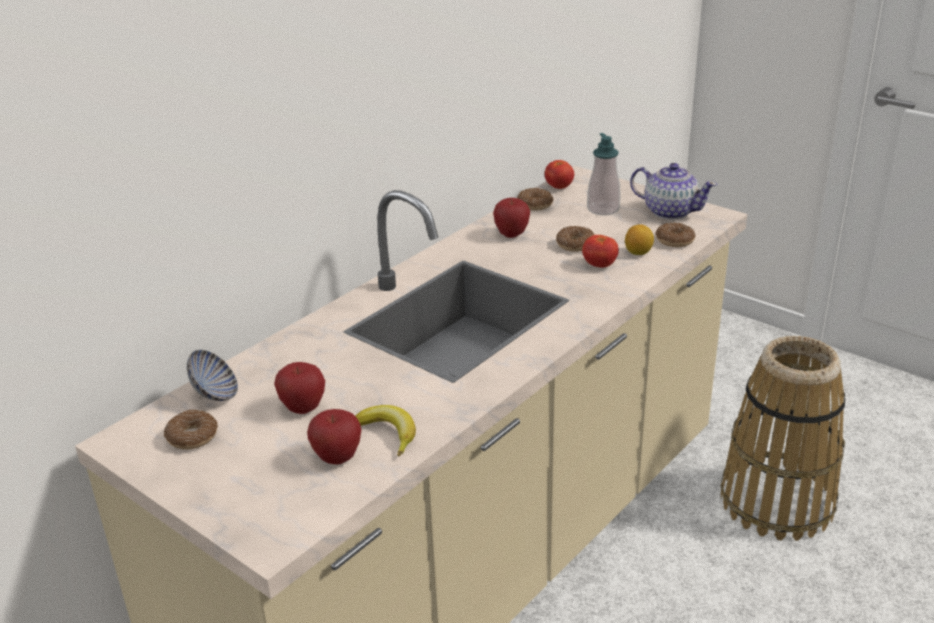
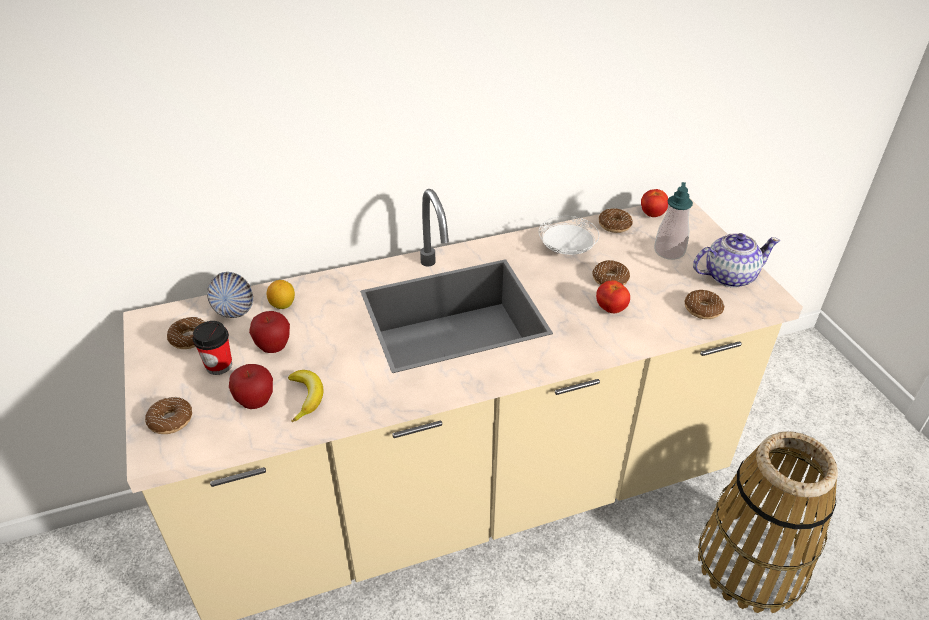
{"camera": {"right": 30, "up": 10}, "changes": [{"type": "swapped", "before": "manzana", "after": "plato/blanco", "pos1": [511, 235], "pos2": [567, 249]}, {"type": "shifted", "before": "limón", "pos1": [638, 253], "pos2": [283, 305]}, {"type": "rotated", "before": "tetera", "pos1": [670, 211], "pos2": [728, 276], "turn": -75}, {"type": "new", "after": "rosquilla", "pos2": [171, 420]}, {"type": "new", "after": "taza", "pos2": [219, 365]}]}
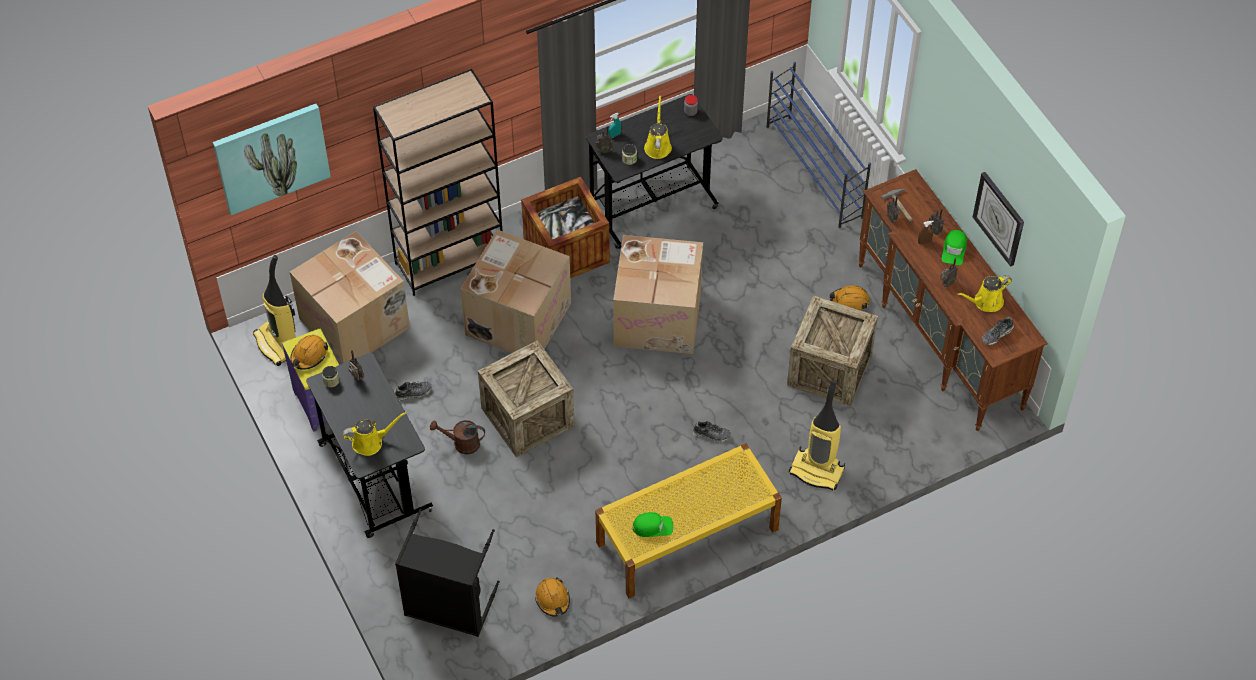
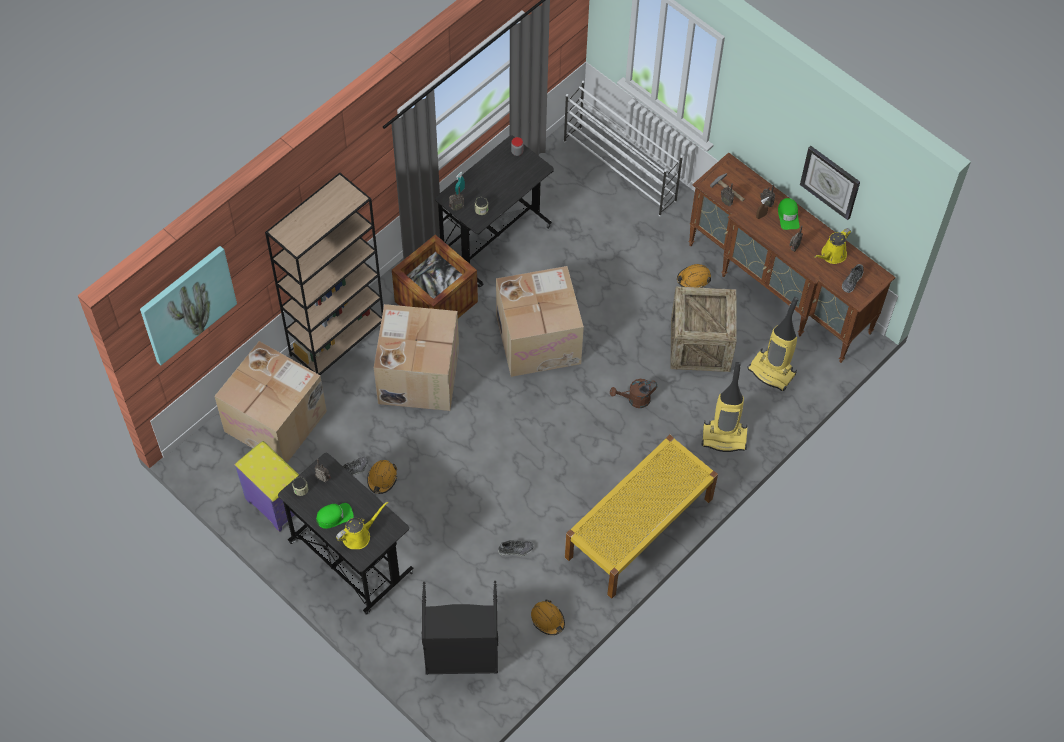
{"camera": {"right": -20, "up": 5}, "changes": [{"type": "shifted", "before": "aspiradora", "pos1": [278, 344], "pos2": [772, 371]}, {"type": "shifted", "before": "casco/naranja", "pos1": [309, 355], "pos2": [382, 478]}, {"type": "shifted", "before": "regadera/marrón", "pos1": [461, 444], "pos2": [634, 400]}, {"type": "gone", "before": "caja de embalaje", "pos1": [527, 417]}, {"type": "shifted", "before": "gorra/verde", "pos1": [653, 527], "pos2": [334, 516]}, {"type": "gone", "before": "regadera/amarillo", "pos1": [658, 145]}, {"type": "shifted", "before": "zapato", "pos1": [711, 434], "pos2": [515, 549]}, {"type": "repainted", "before": "zapatero/azul", "after": "zapatero/blanco", "pos1": [814, 172], "pos2": [619, 171]}]}
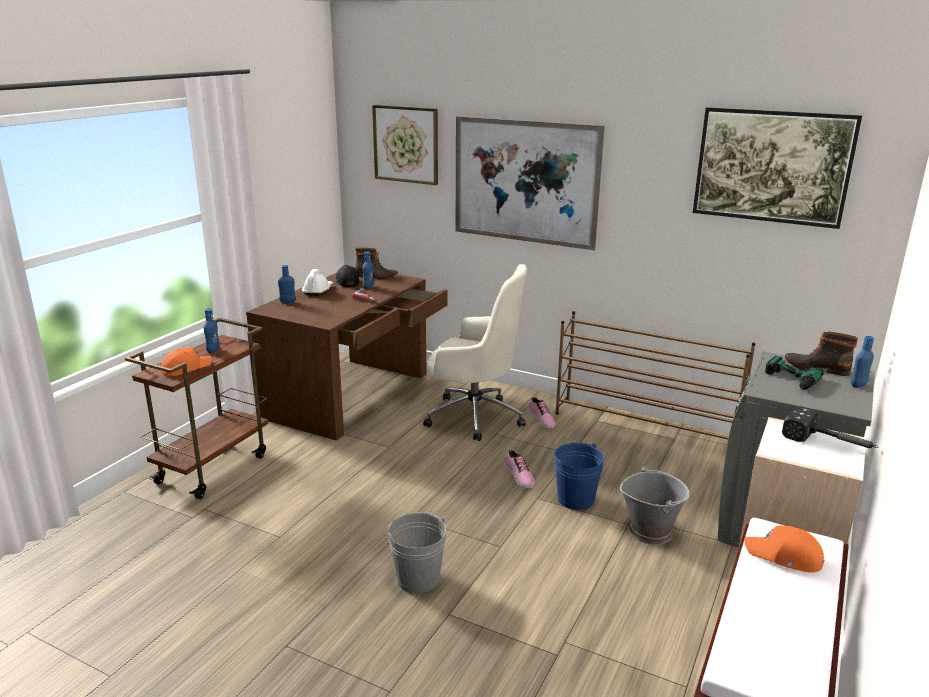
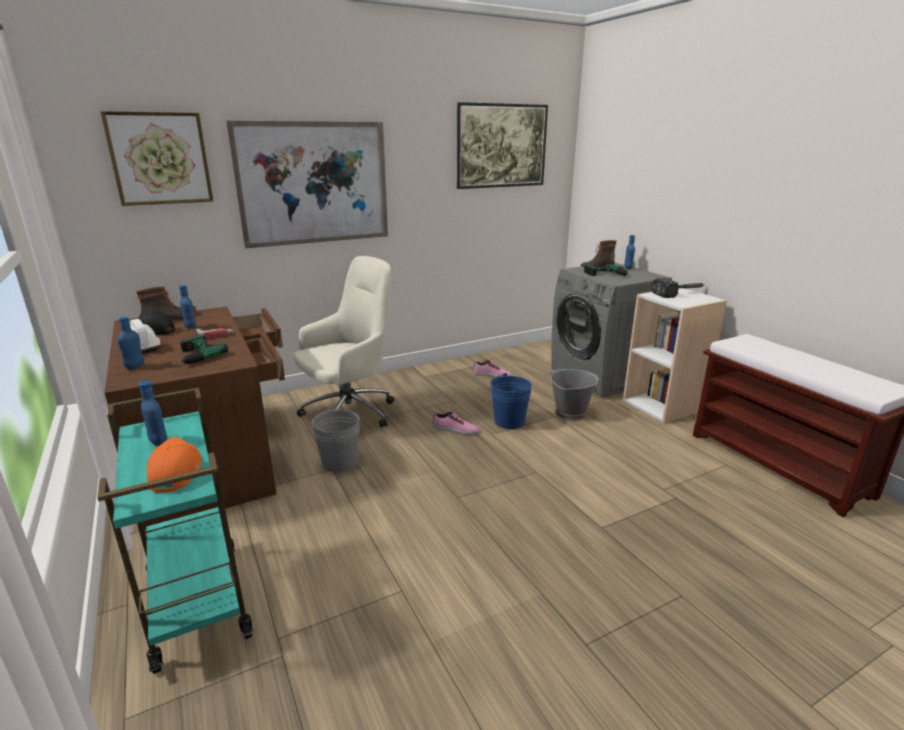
{"camera": {"right": -55, "up": 0}, "changes": [{"type": "repainted", "before": "carrito/marrón", "after": "carrito/turquesa", "pos1": [215, 467], "pos2": [198, 601]}, {"type": "shifted", "before": "cubo/gris", "pos1": [418, 578], "pos2": [339, 462]}, {"type": "shifted", "before": "zapato", "pos1": [541, 419], "pos2": [492, 375]}, {"type": "gone", "before": "zapatero/marrón", "pos1": [645, 427]}, {"type": "gone", "before": "gorra/naranja", "pos1": [784, 556]}, {"type": "new", "after": "taladro", "pos2": [191, 357]}]}
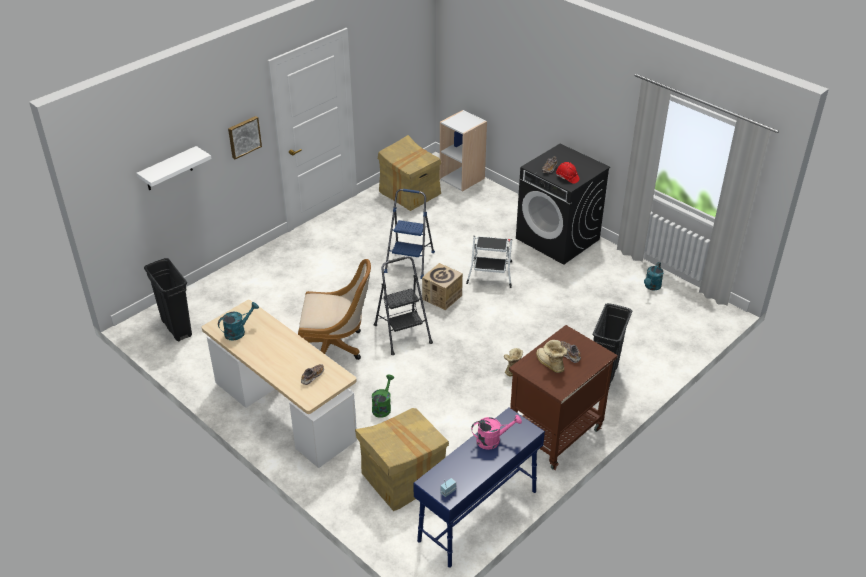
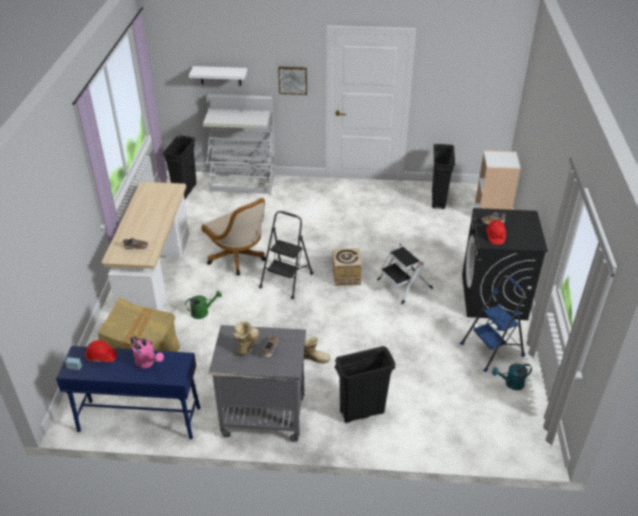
{"camera": {"right": 50, "up": 0}, "changes": [{"type": "gone", "before": "regadera/turquesa", "pos1": [238, 331]}, {"type": "swapped", "before": "caja de cartón", "after": "papelera/negro", "pos1": [409, 193], "pos2": [438, 200]}, {"type": "shifted", "before": "escalera de tijera/azul", "pos1": [410, 260], "pos2": [494, 348]}, {"type": "repainted", "before": "carrito/marrón", "after": "carrito/gris", "pos1": [554, 435], "pos2": [263, 417]}, {"type": "new", "after": "casco/rojo", "pos2": [101, 357]}, {"type": "new", "after": "zapatero/blanco", "pos2": [242, 186]}]}
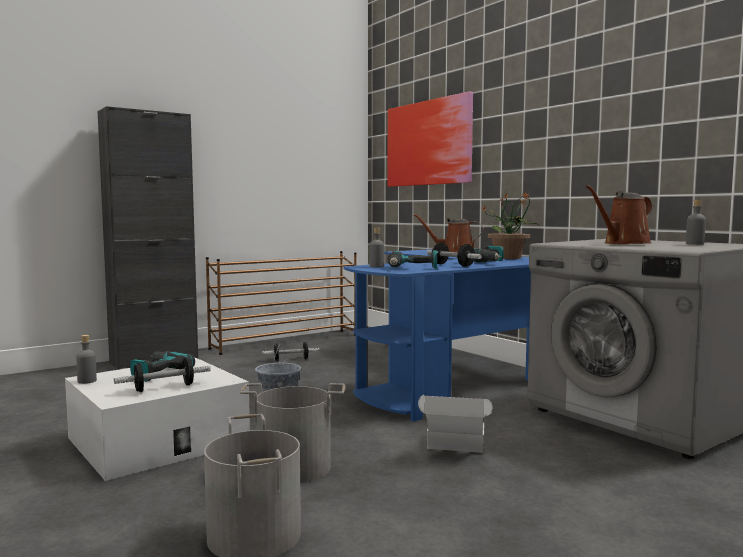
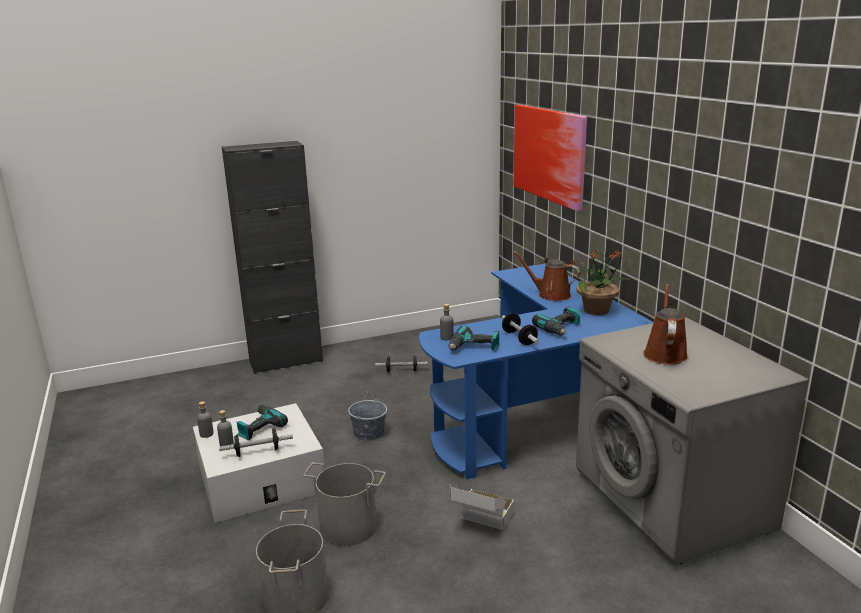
{"camera": {"right": 15, "up": 15}, "changes": [{"type": "gone", "before": "zapatero/marrón", "pos1": [287, 341]}, {"type": "rotated", "before": "regadera/marrón", "pos1": [623, 243], "pos2": [665, 353], "turn": 120}, {"type": "shifted", "before": "botella/gris", "pos1": [694, 244], "pos2": [226, 443]}]}
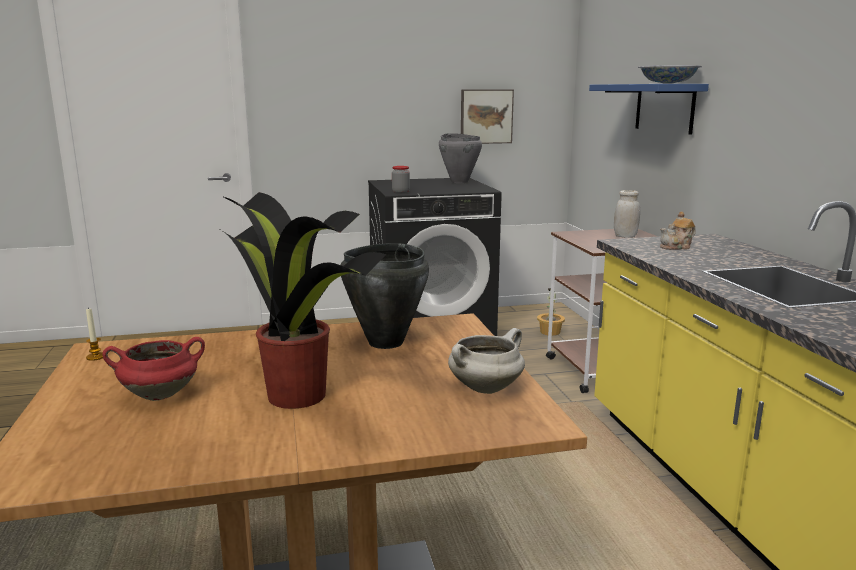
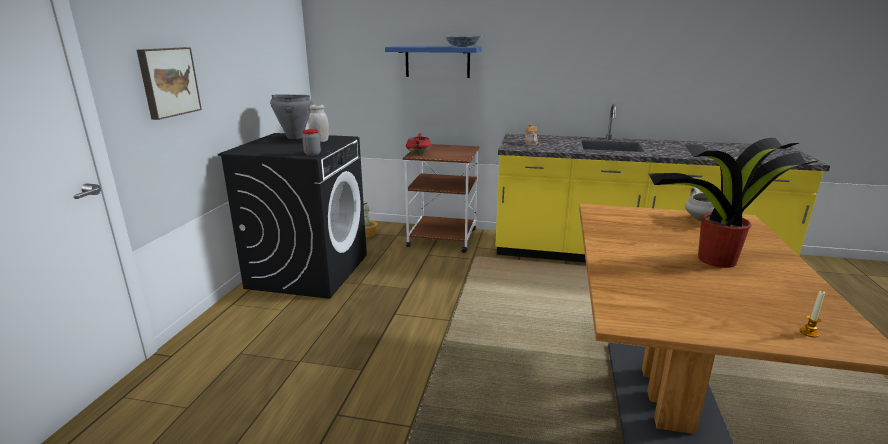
{"camera": {"right": -65, "up": 5}, "changes": [{"type": "shifted", "before": "vela", "pos1": [96, 357], "pos2": [809, 332]}, {"type": "shifted", "before": "olla/rojo", "pos1": [161, 394], "pos2": [418, 154]}, {"type": "gone", "before": "olla/negro", "pos1": [385, 342]}, {"type": "shifted", "before": "cuadro", "pos1": [486, 116], "pos2": [168, 82]}, {"type": "shifted", "before": "tarro/blanco", "pos1": [625, 236], "pos2": [320, 141]}]}
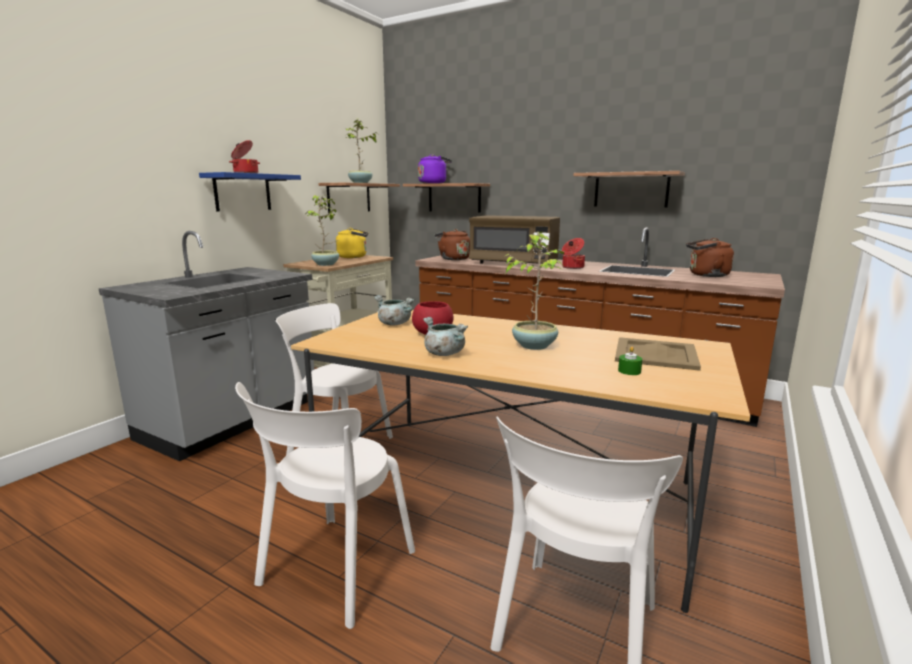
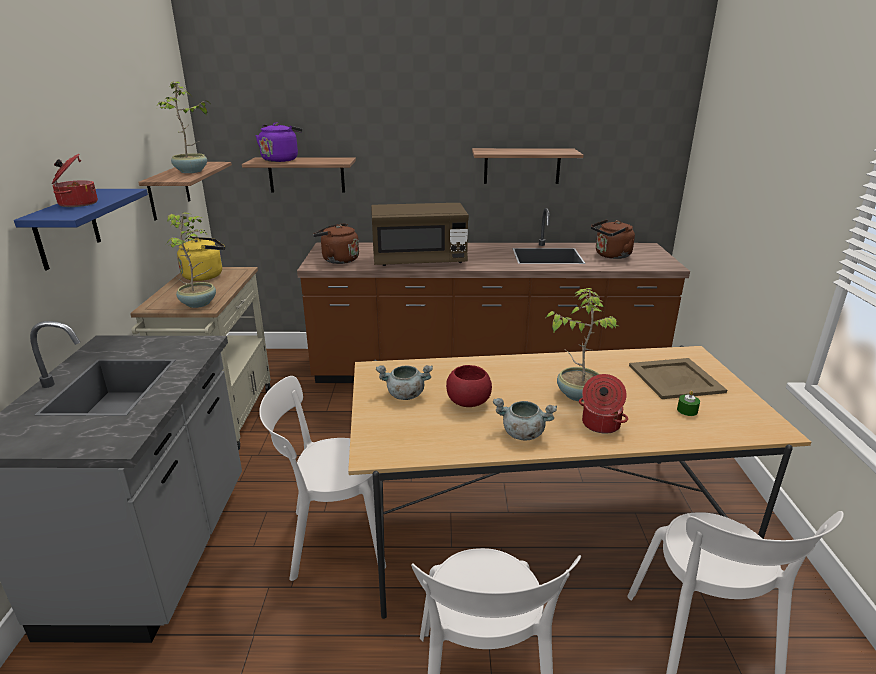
{"camera": {"right": -30, "up": 10}, "changes": [{"type": "shifted", "before": "olla", "pos1": [572, 267], "pos2": [600, 424]}]}
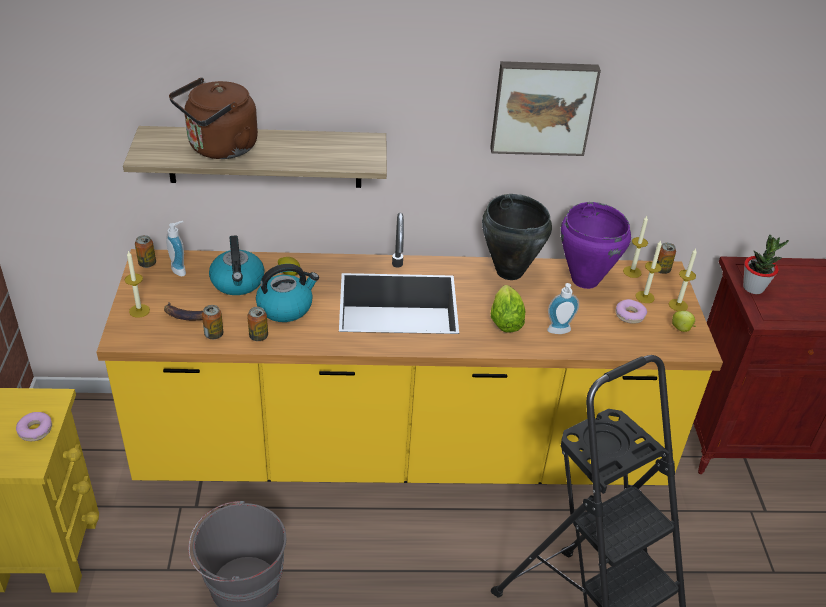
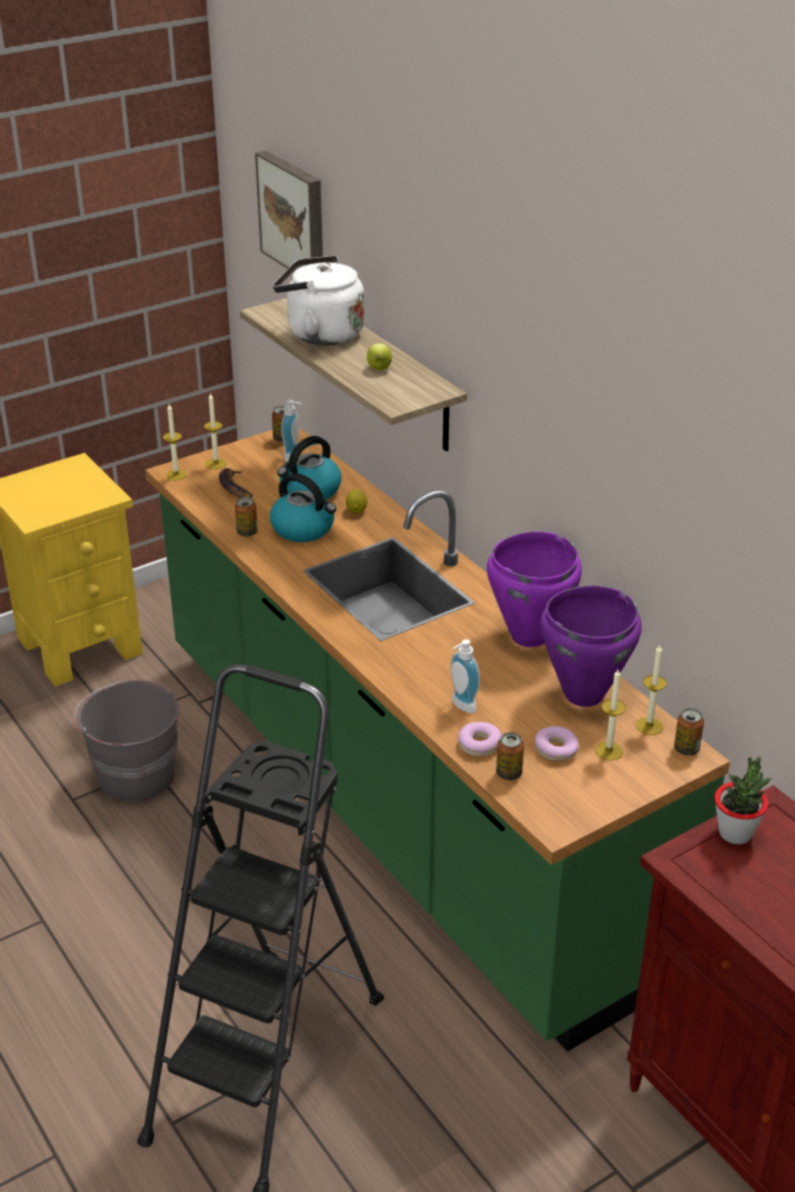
{"camera": {"right": 60, "up": -5}, "changes": [{"type": "shifted", "before": "rosquilla", "pos1": [35, 430], "pos2": [479, 744]}, {"type": "repainted", "before": "mueble bajo de cocina/amarillo", "after": "mueble bajo de cocina/verde", "pos1": [403, 452], "pos2": [397, 803]}, {"type": "repainted", "before": "hervidor/marrón", "after": "hervidor/blanco", "pos1": [219, 149], "pos2": [320, 334]}, {"type": "shifted", "before": "lata", "pos1": [214, 334], "pos2": [509, 773]}, {"type": "repainted", "before": "olla/negro", "after": "olla/morado", "pos1": [509, 272], "pos2": [528, 636]}, {"type": "shifted", "before": "cuadro", "pos1": [542, 107], "pos2": [294, 216]}, {"type": "gone", "before": "lechuga", "pos1": [505, 319]}, {"type": "shifted", "before": "vela", "pos1": [678, 305], "pos2": [176, 475]}, {"type": "shifted", "before": "manzana", "pos1": [681, 329], "pos2": [379, 368]}]}
